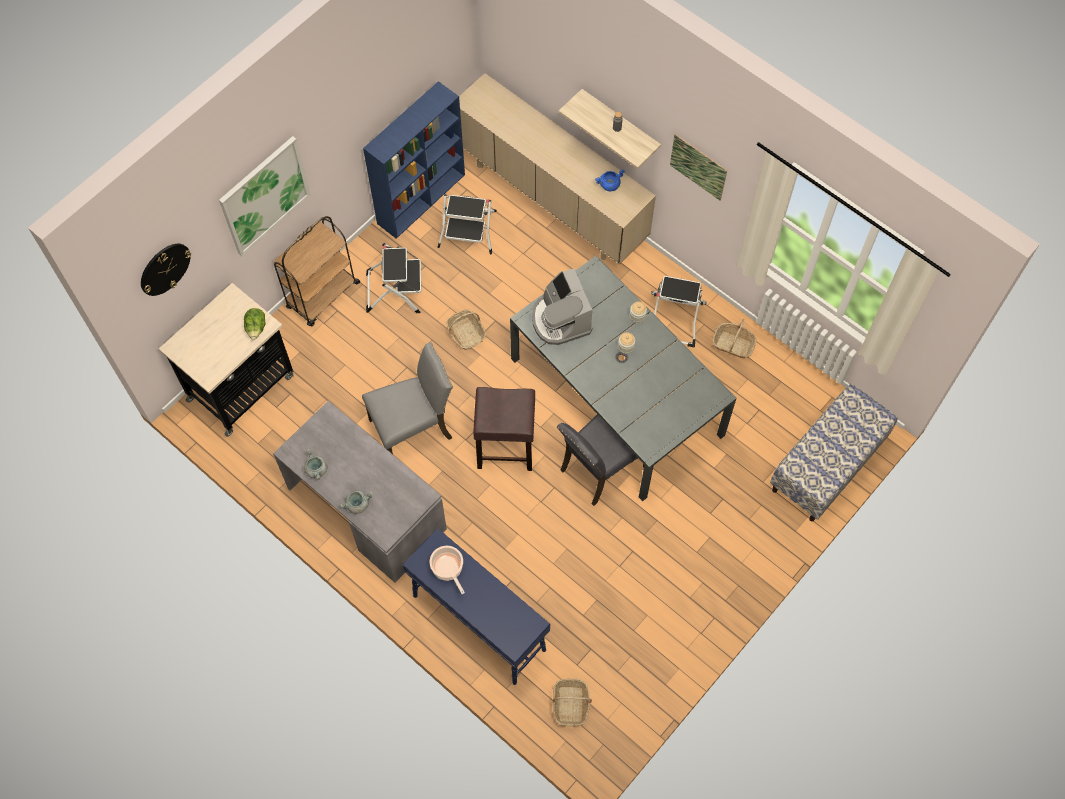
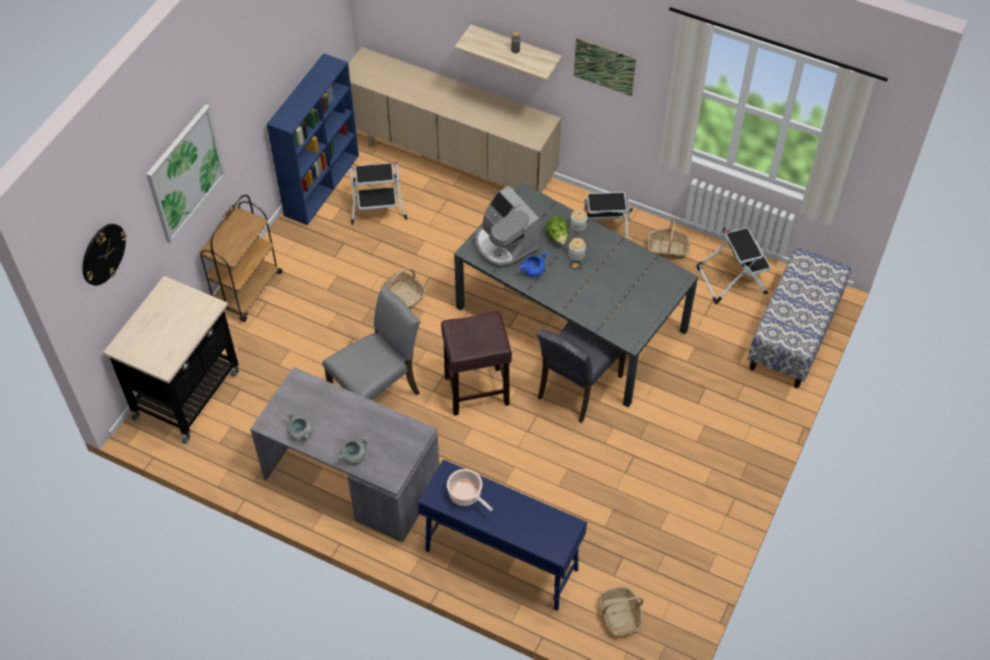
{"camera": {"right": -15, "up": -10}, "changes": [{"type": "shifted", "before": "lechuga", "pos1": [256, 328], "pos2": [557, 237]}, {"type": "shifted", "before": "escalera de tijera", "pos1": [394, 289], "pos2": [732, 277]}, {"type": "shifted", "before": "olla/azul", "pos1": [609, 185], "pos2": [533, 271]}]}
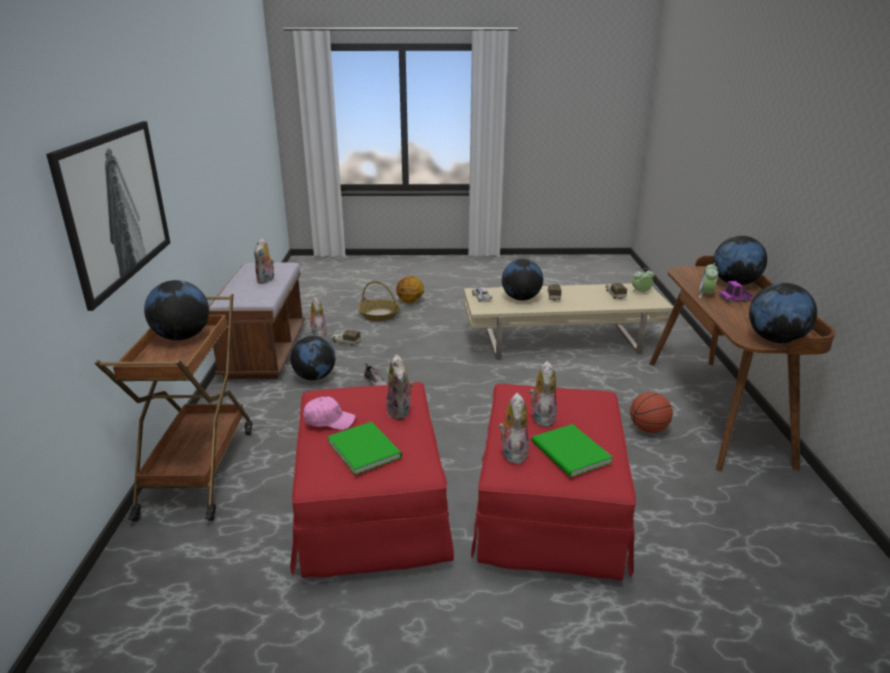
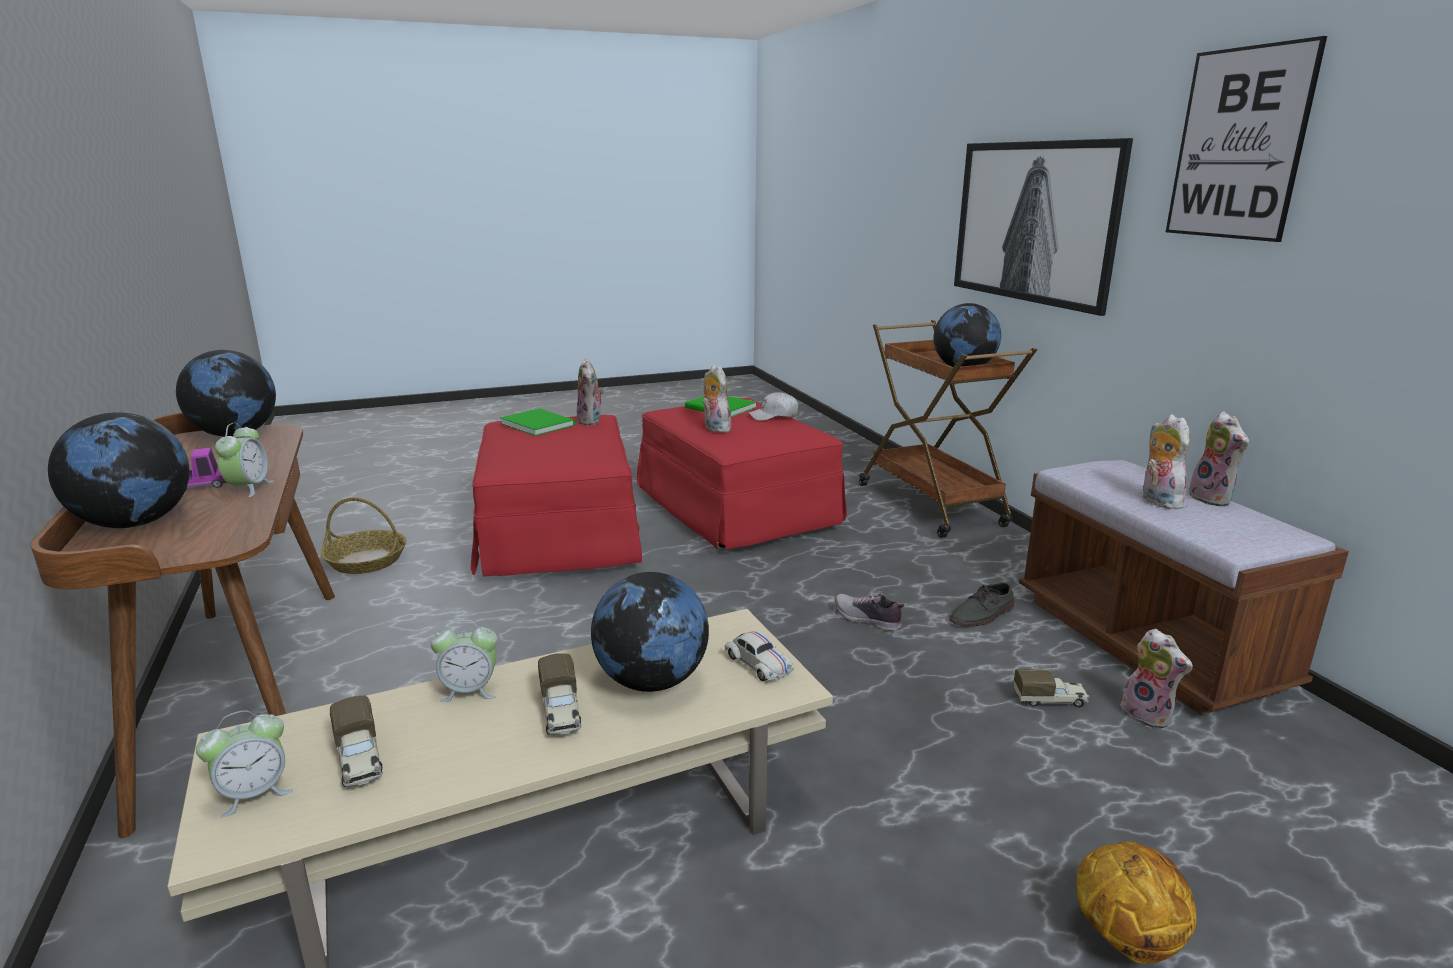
{"camera": {"right": 160, "up": -5}, "changes": [{"type": "swapped", "before": "globo terráqueo", "after": "zapato/gris", "pos1": [315, 377], "pos2": [982, 615]}, {"type": "repainted", "before": "gorra/rosa", "after": "gorra/blanco", "pos1": [329, 420], "pos2": [774, 416]}, {"type": "shifted", "before": "cesta", "pos1": [379, 315], "pos2": [367, 561]}, {"type": "shifted", "before": "peluche", "pos1": [541, 417], "pos2": [1213, 499]}, {"type": "gone", "before": "balón de baloncesto", "pos1": [648, 429]}, {"type": "new", "after": "despertador", "pos2": [470, 691]}, {"type": "new", "after": "cuadro", "pos2": [1239, 144]}]}
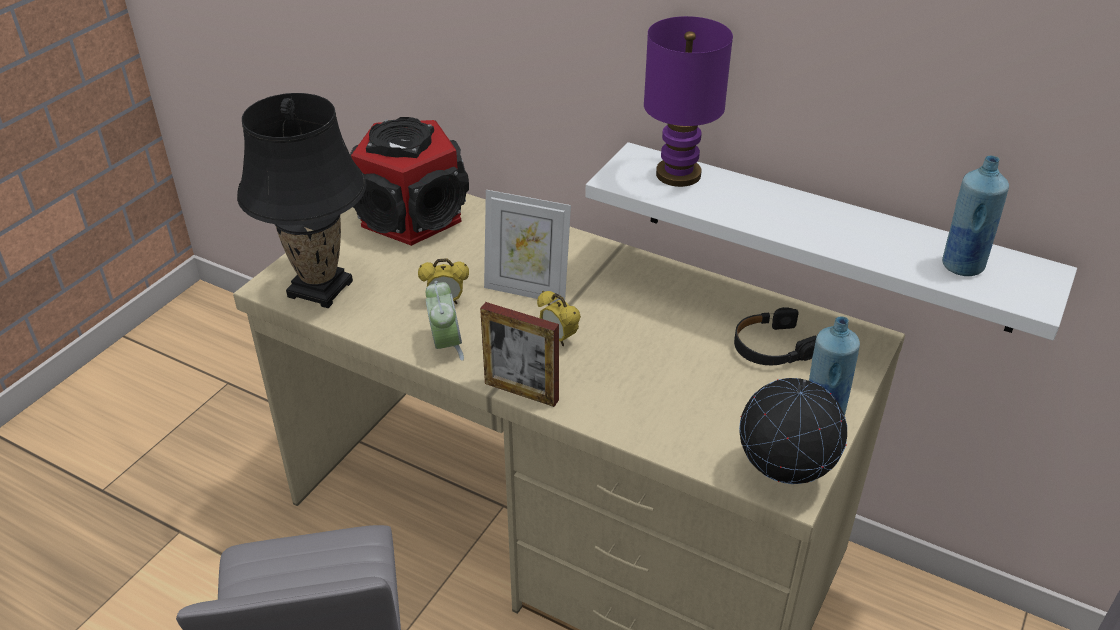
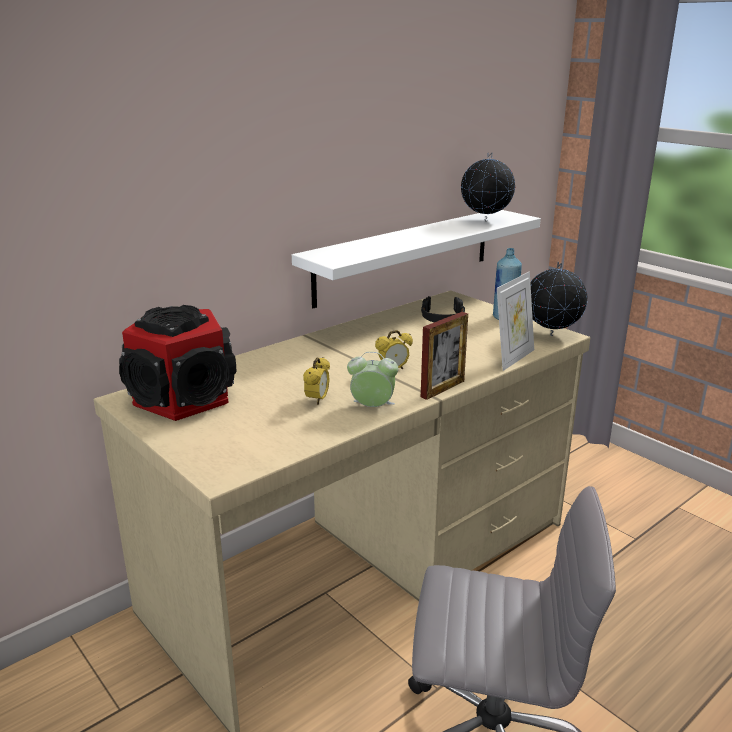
{"camera": {"right": -70, "up": -15}, "changes": [{"type": "gone", "before": "lámpara de mesa/negro", "pos1": [320, 288]}, {"type": "shifted", "before": "portarretratos", "pos1": [527, 290], "pos2": [513, 358]}, {"type": "gone", "before": "lámpara de mesa/morado", "pos1": [677, 174]}, {"type": "swapped", "before": "botella/azul", "after": "globo terráqueo", "pos1": [961, 266], "pos2": [485, 221]}]}
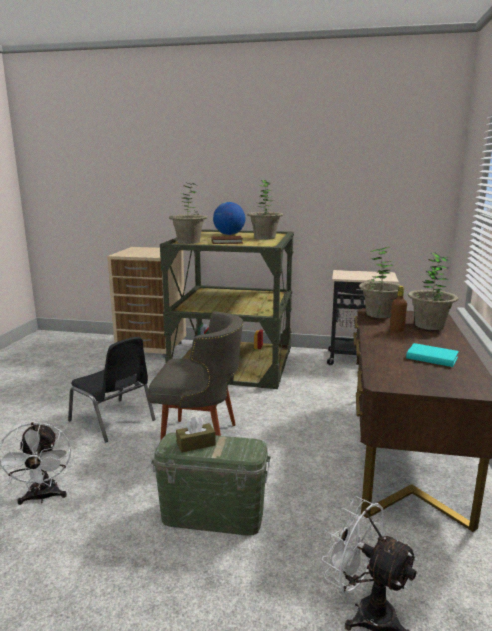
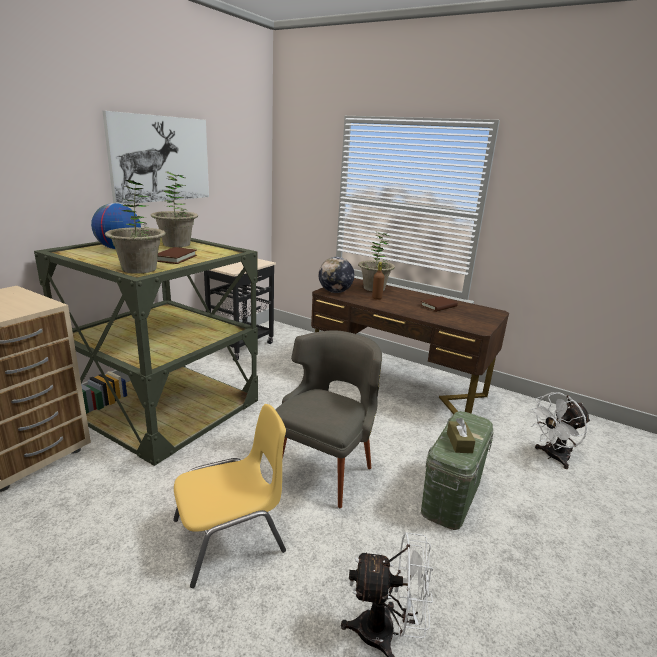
{"camera": {"right": -70, "up": 5}, "changes": [{"type": "repainted", "before": "silla/negro", "after": "silla/amarillo", "pos1": [113, 420], "pos2": [230, 536]}, {"type": "swapped", "before": "planta en maceta", "after": "globo terráqueo", "pos1": [379, 314], "pos2": [335, 292]}, {"type": "repainted", "before": "libro/turquesa", "after": "libro/marrón", "pos1": [431, 358], "pos2": [438, 306]}, {"type": "new", "after": "cuadro", "pos2": [161, 159]}]}
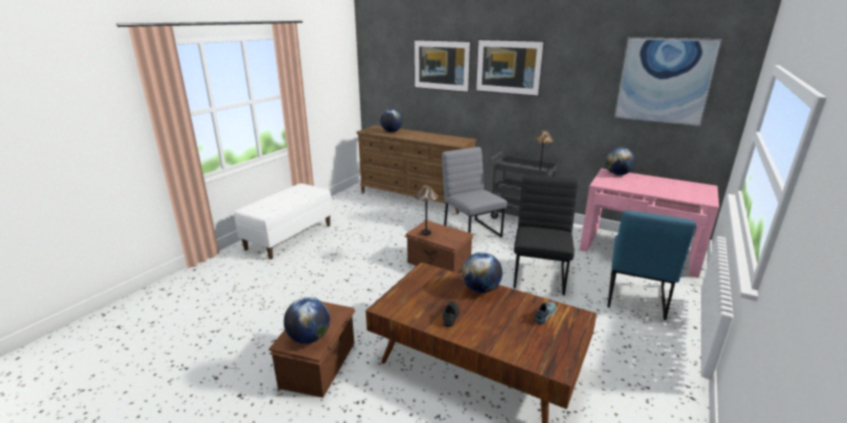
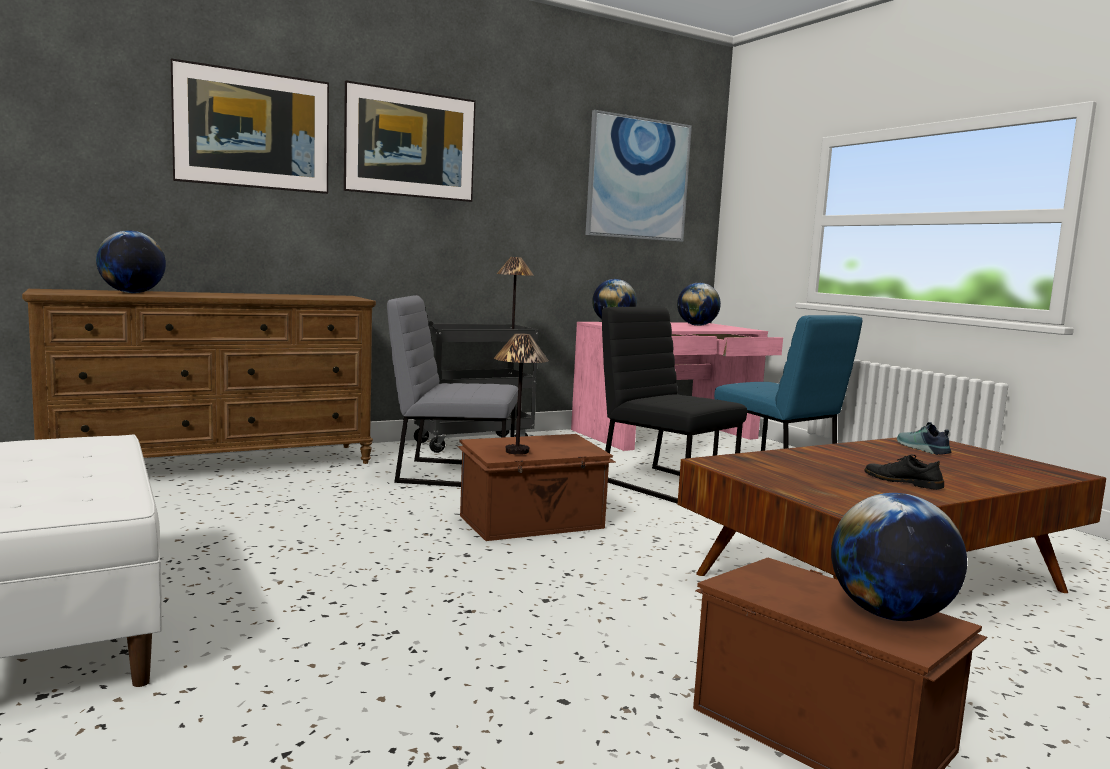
{"camera": {"right": -60, "up": -15}, "changes": [{"type": "shifted", "before": "globo terráqueo", "pos1": [481, 289], "pos2": [697, 325]}]}
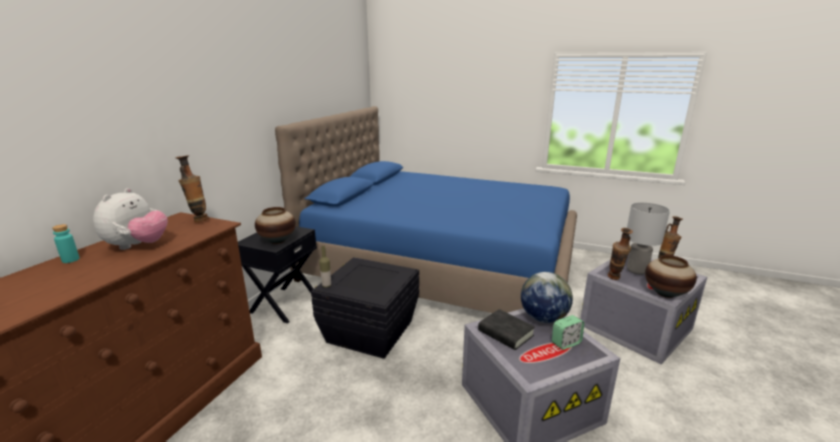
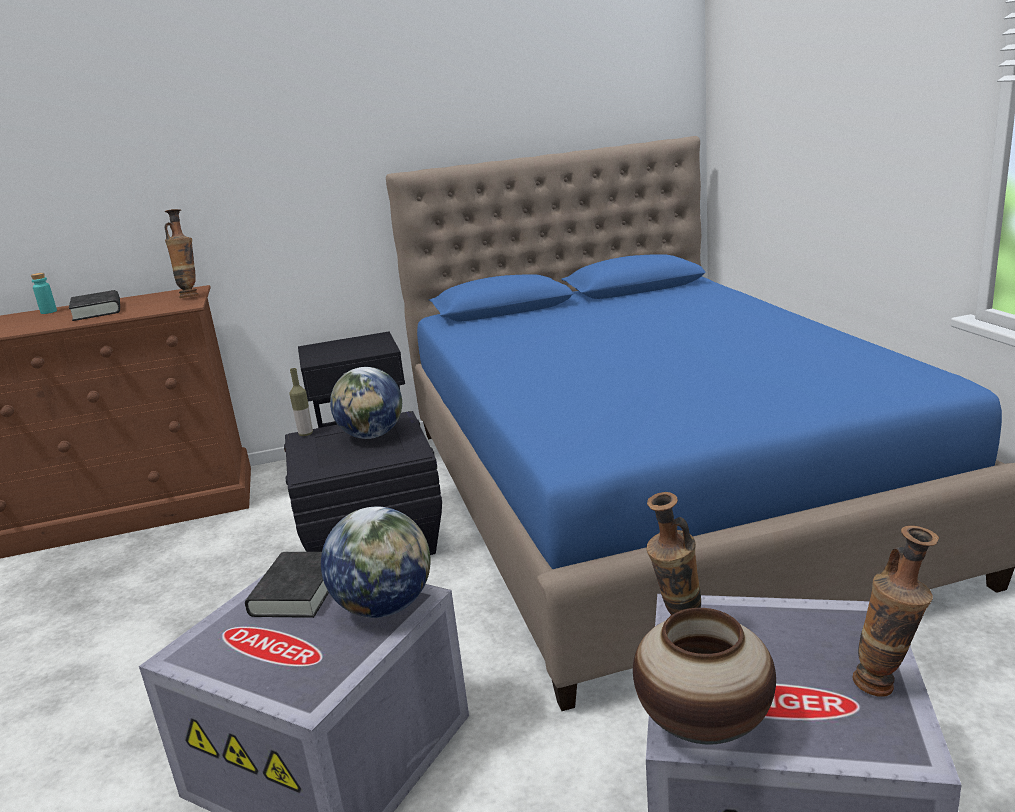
{"camera": {"right": 55, "up": 0}, "changes": [{"type": "swapped", "before": "peluche", "after": "libro/negro", "pos1": [138, 246], "pos2": [97, 311]}, {"type": "gone", "before": "florero", "pos1": [277, 241]}, {"type": "gone", "before": "despertador", "pos1": [566, 343]}, {"type": "gone", "before": "lámpara de mesa/gris", "pos1": [637, 271]}, {"type": "new", "after": "globo terráqueo", "pos2": [372, 435]}]}
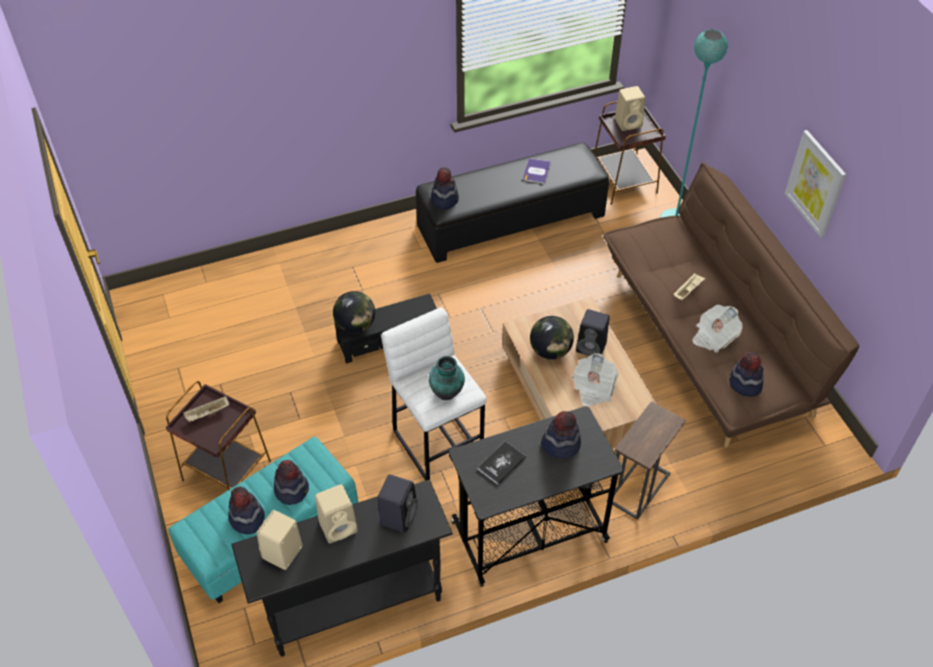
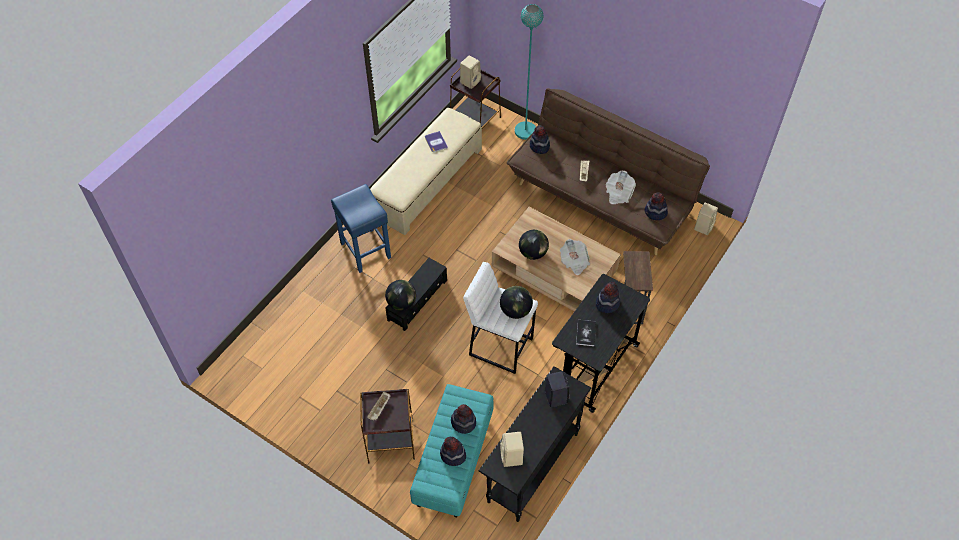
{"camera": {"right": -35, "up": 5}, "changes": [{"type": "shifted", "before": "altavoz/beis", "pos1": [339, 526], "pos2": [703, 226]}, {"type": "repainted", "before": "banco/negro", "after": "banco/beis", "pos1": [511, 220], "pos2": [427, 181]}, {"type": "swapped", "before": "florero", "after": "globo terráqueo", "pos1": [447, 392], "pos2": [515, 311]}, {"type": "shifted", "before": "sombrero", "pos1": [444, 199], "pos2": [539, 146]}, {"type": "gone", "before": "altavoz/negro", "pos1": [592, 347]}, {"type": "gone", "before": "cuadro", "pos1": [815, 183]}, {"type": "new", "after": "taburete/azul", "pos2": [366, 251]}]}
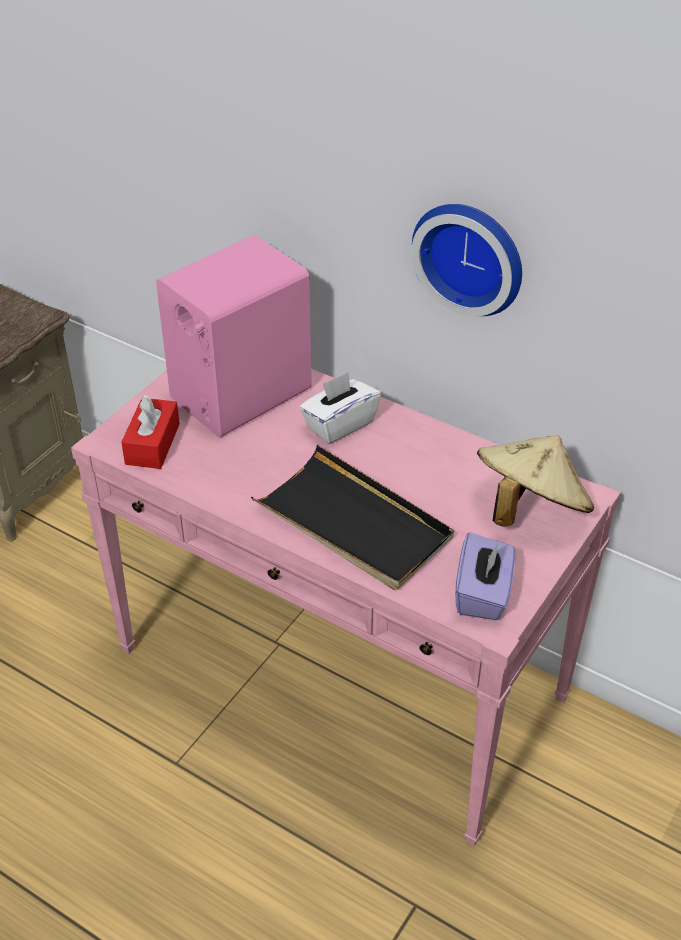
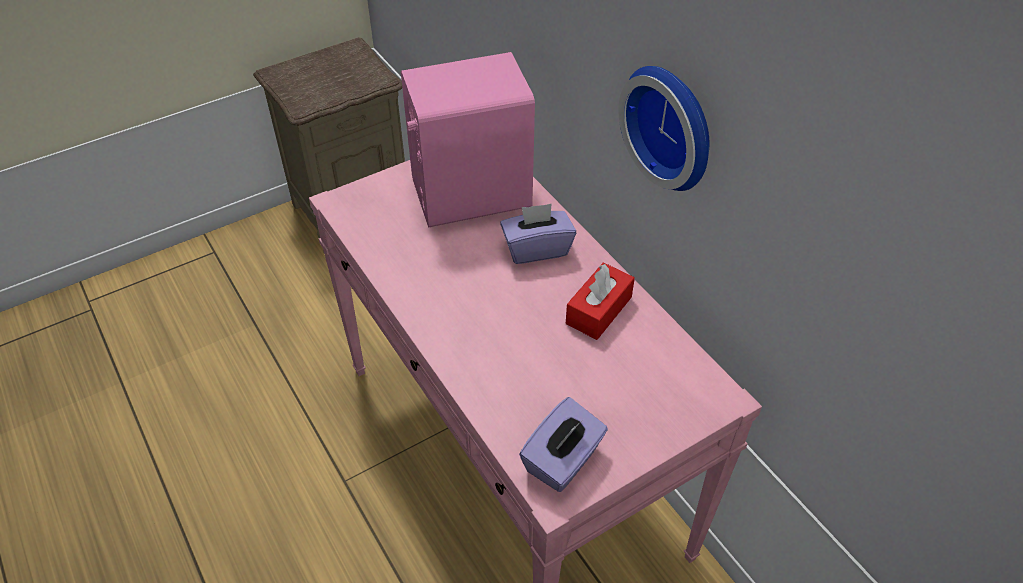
{"camera": {"right": 25, "up": 5}, "changes": [{"type": "shifted", "before": "caja de pañuelos/rojo", "pos1": [152, 444], "pos2": [599, 310]}, {"type": "gone", "before": "bandeja/negro", "pos1": [353, 523]}, {"type": "repainted", "before": "caja de pañuelos/blanco", "after": "caja de pañuelos/morado", "pos1": [339, 424], "pos2": [536, 248]}, {"type": "gone", "before": "sombrero/beis", "pos1": [529, 508]}]}
